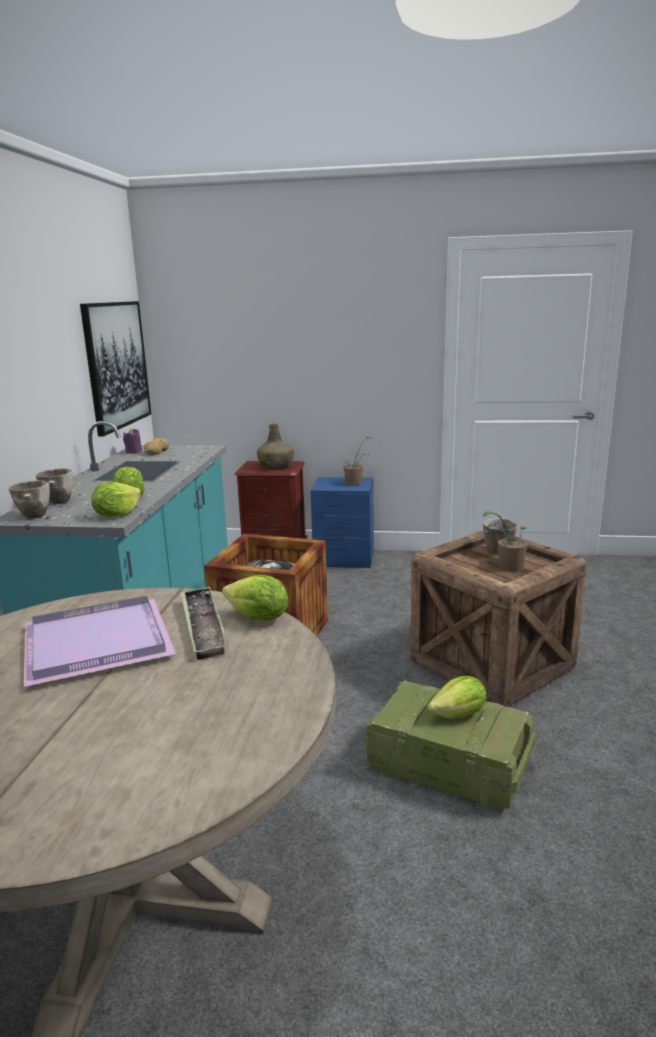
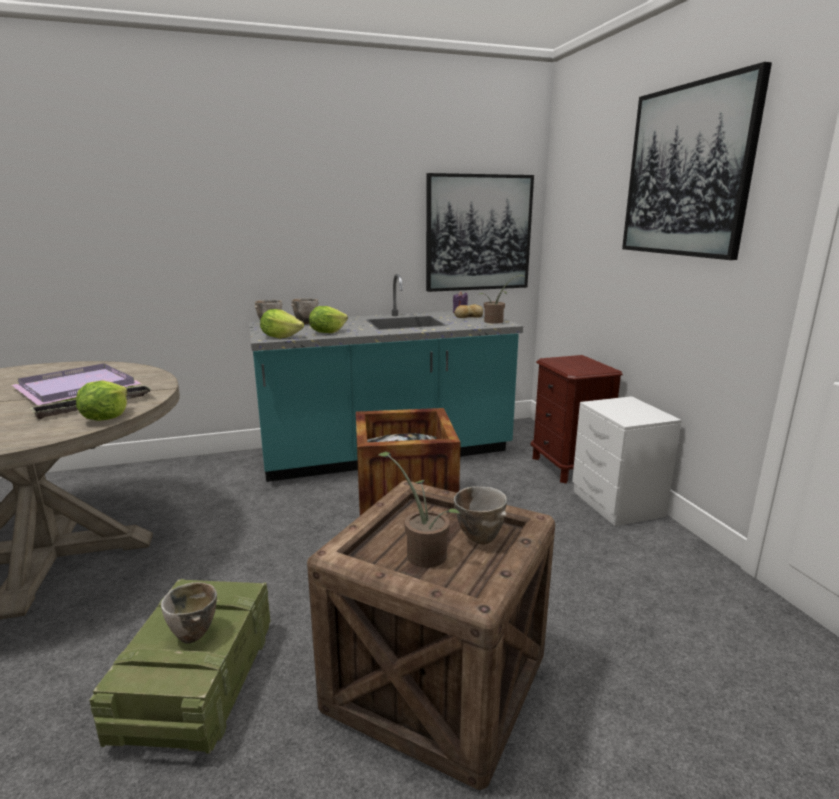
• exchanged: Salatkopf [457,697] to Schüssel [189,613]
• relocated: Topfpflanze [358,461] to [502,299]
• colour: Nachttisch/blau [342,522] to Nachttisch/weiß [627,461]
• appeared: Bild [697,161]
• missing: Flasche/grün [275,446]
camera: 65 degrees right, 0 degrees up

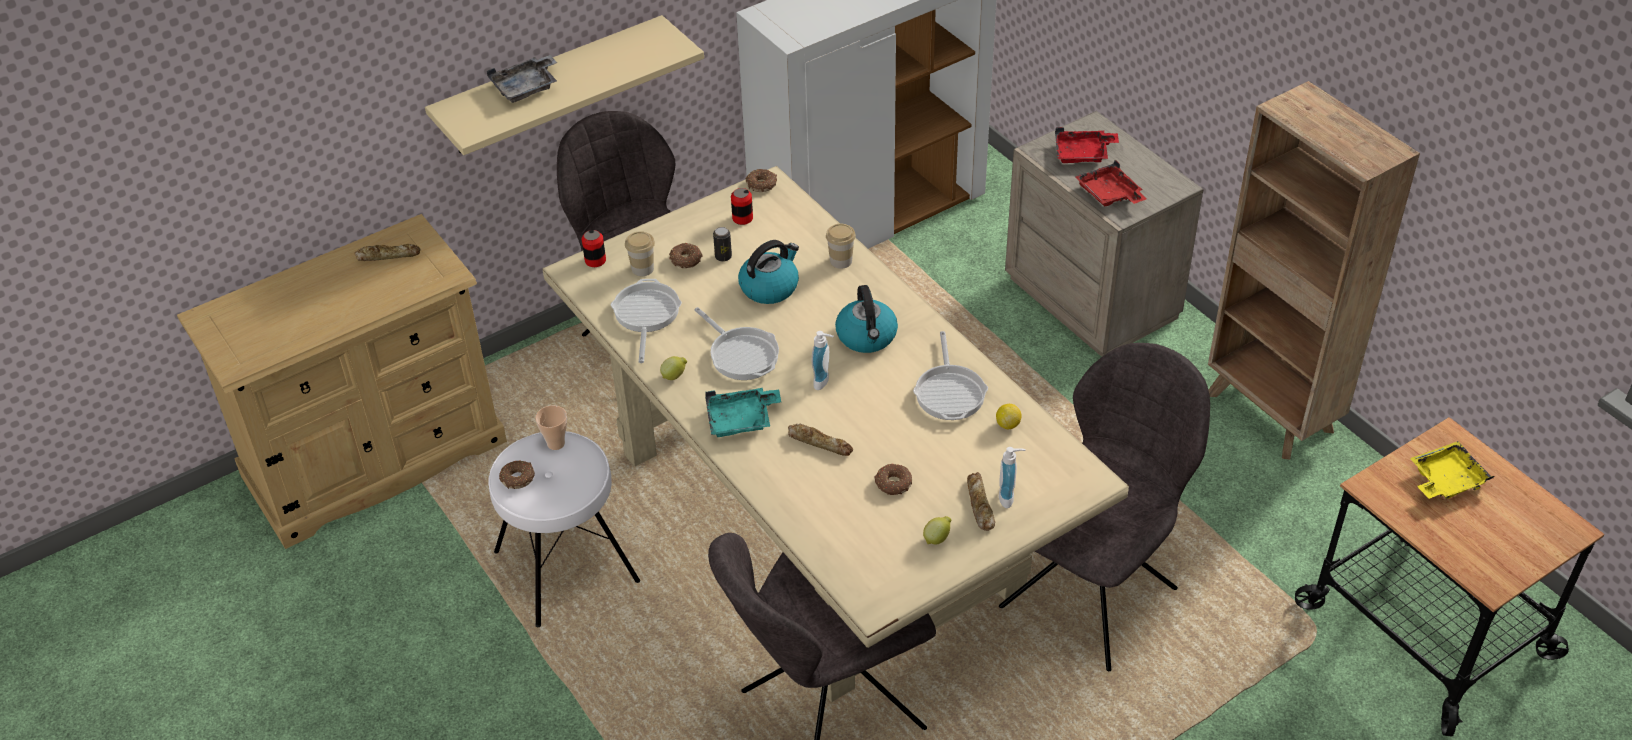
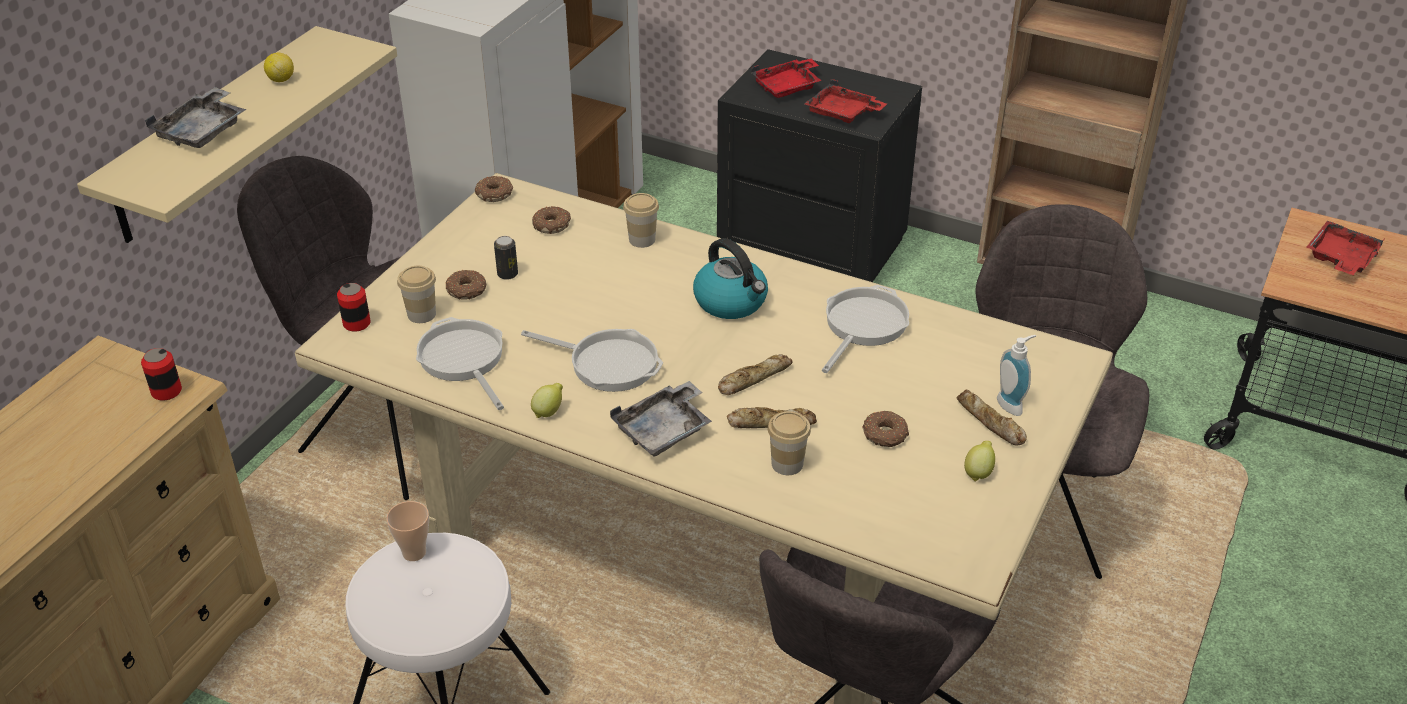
• relocated: Dose [742,206] to [161,374]
• relocated: Zitrone [1008,416] to [279,67]
• relocated: Donut [517,474] to [551,220]
• colour: Tablett/türkis [743,412] to Tablett/grau [661,419]
• colour: Nachttisch/beige [1104,234] to Nachttisch/schwarz [819,165]
• relocated: Brot [387,252] to [755,374]
• appeared: Tasse [789,443]
• spun: Pfanne [950,375] = [865,329] 120 degrees counterclockwise
• colour: Tablett/gelb [1452,470] to Tablett/rot [1346,248]
• missing: Wasserkessel [768,272]
• missing: Seifenspender [823,360]
camera: 30 degrees left, 5 degrees down

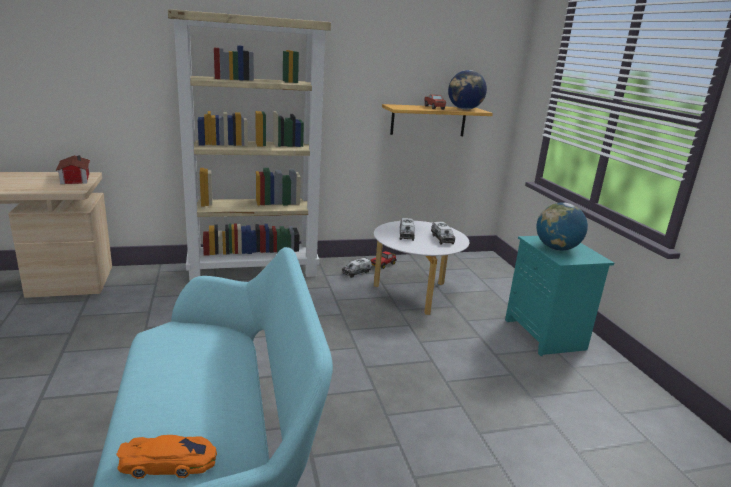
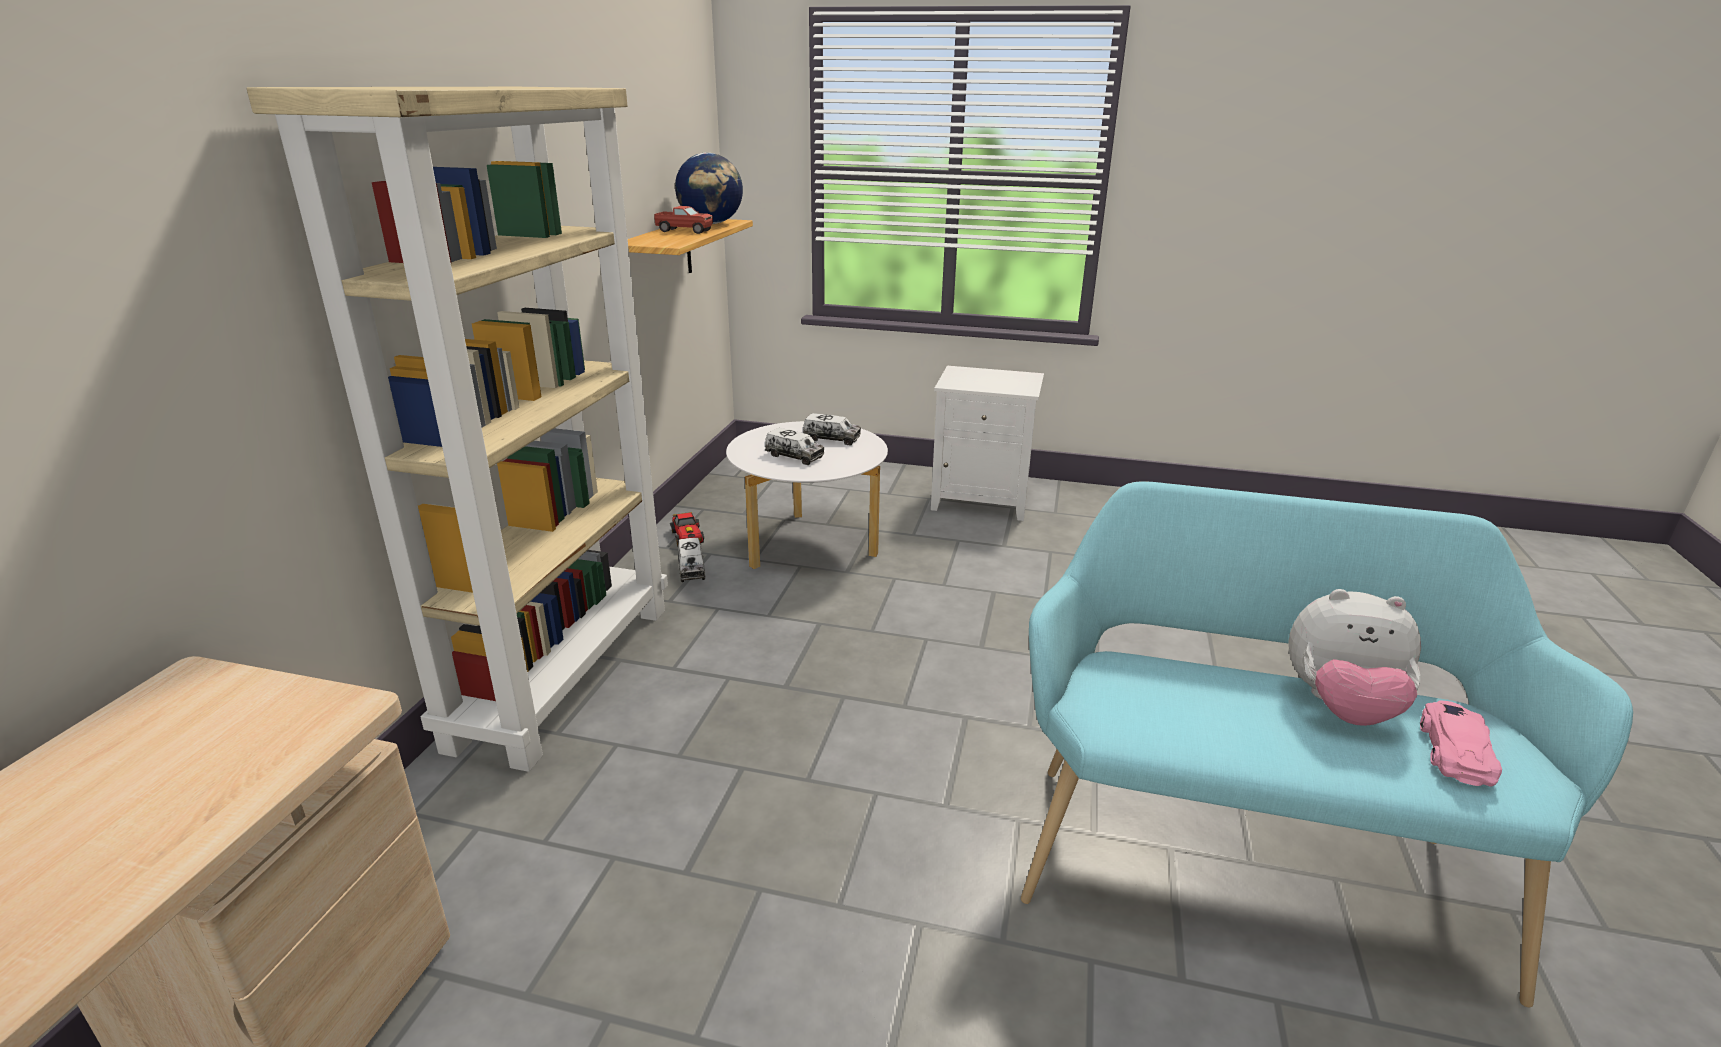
• colour: Nachttisch/türkis [559,296] to Nachttisch/weiß [987,443]
• appeared: Plüschtier [1355,657]
• colour: Spielzeugauto/orange [167,457] to Spielzeugauto/rosa [1461,743]
• missing: Spielzeughaus [73,169]
• missing: Globus [562,227]
camera: 60 degrees left, 5 degrees up

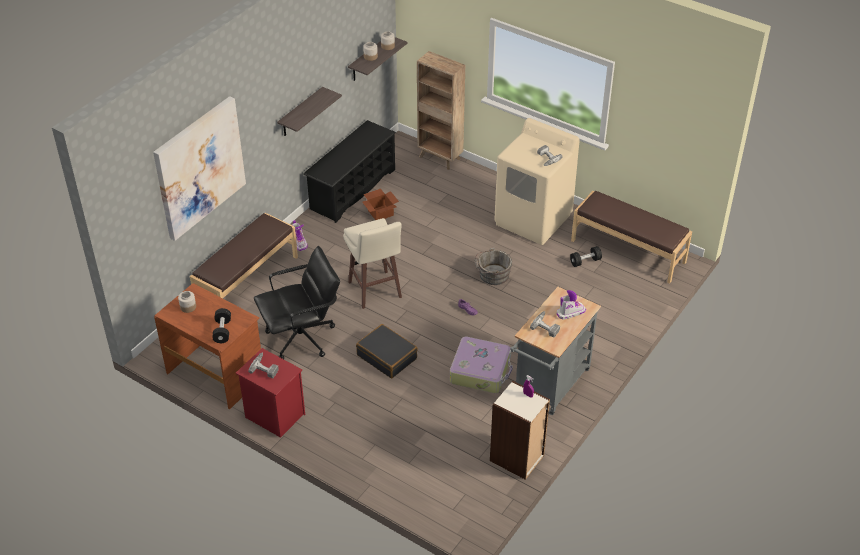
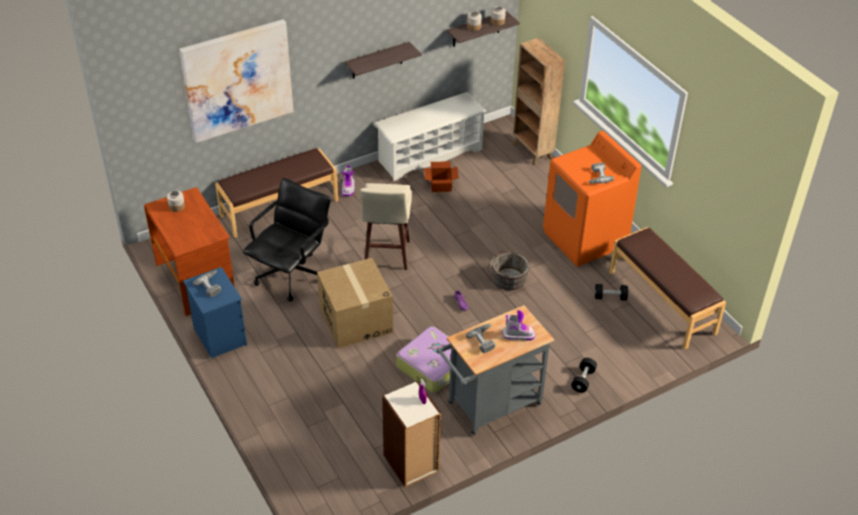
• colour: Nachttisch/rot [270,393] to Nachttisch/blau [215,312]
• spun: Bürostuhl/schwarz [297,302] = [287,240] 60 degrees counterclockwise
• exchanged: Koffer/schwarz [387,351] to Karton [355,303]
• colour: Schuhregal/schwarz [349,171] to Schuhregal/weiß [430,136]
• colour: Waschmaschine/beige [537,181] to Waschmaschine/orange [592,199]
• relocated: Hantel/schwarz [221,325] to [584,375]
camera: 25 degrees right, 0 degrees up

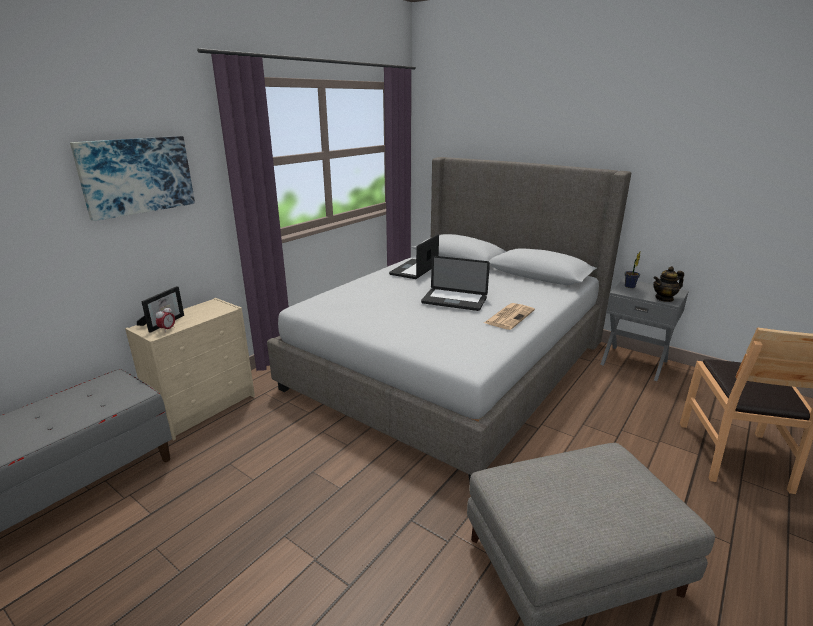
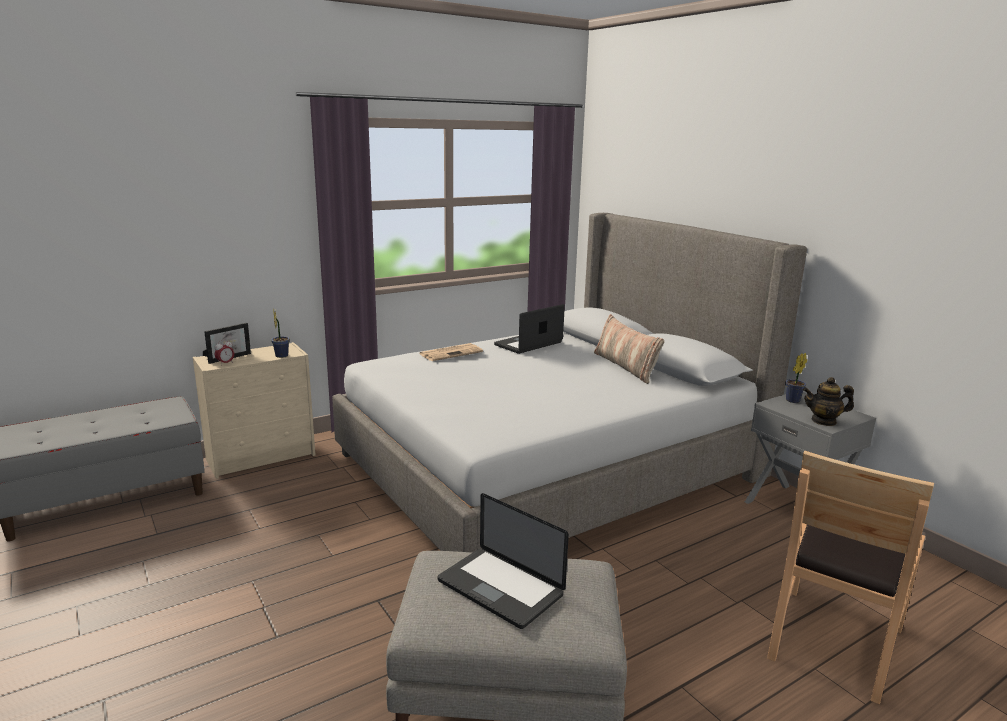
• appeared: Topfpflanze [280,334]
• relocated: Zeitung [509,316] to [451,352]
• relocated: Laptop [455,283] to [503,561]
• appeared: Kissen [629,349]
• missing: Bild [132,178]
camera: 20 degrees right, 5 degrees down

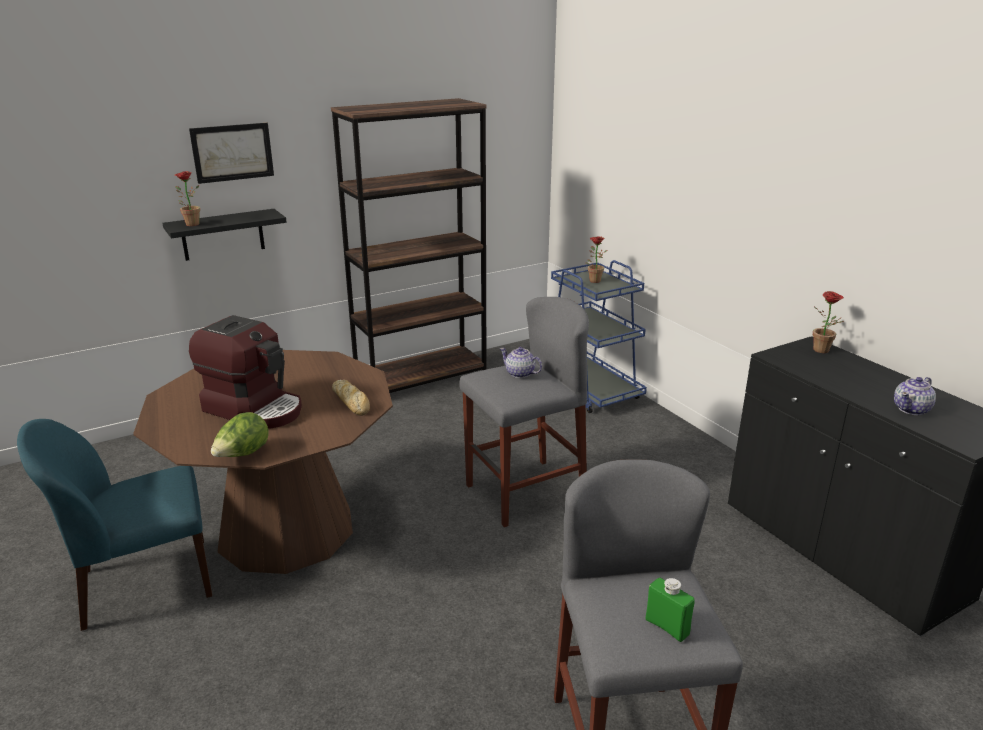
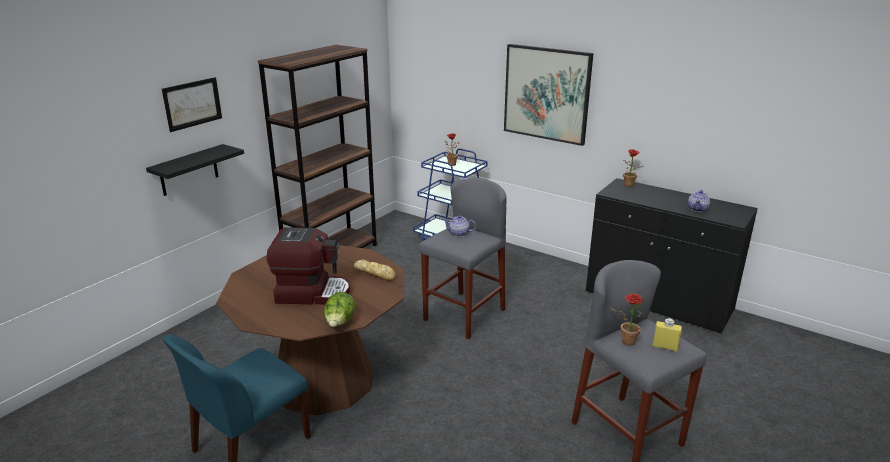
• appeared: Bild [548,95]
• relocated: Topfpflanze [187,198] to [627,320]
• colour: Flasche/grün [670,610] to Flasche/gelb [667,335]
camera: 25 degrees left, 0 degrees up

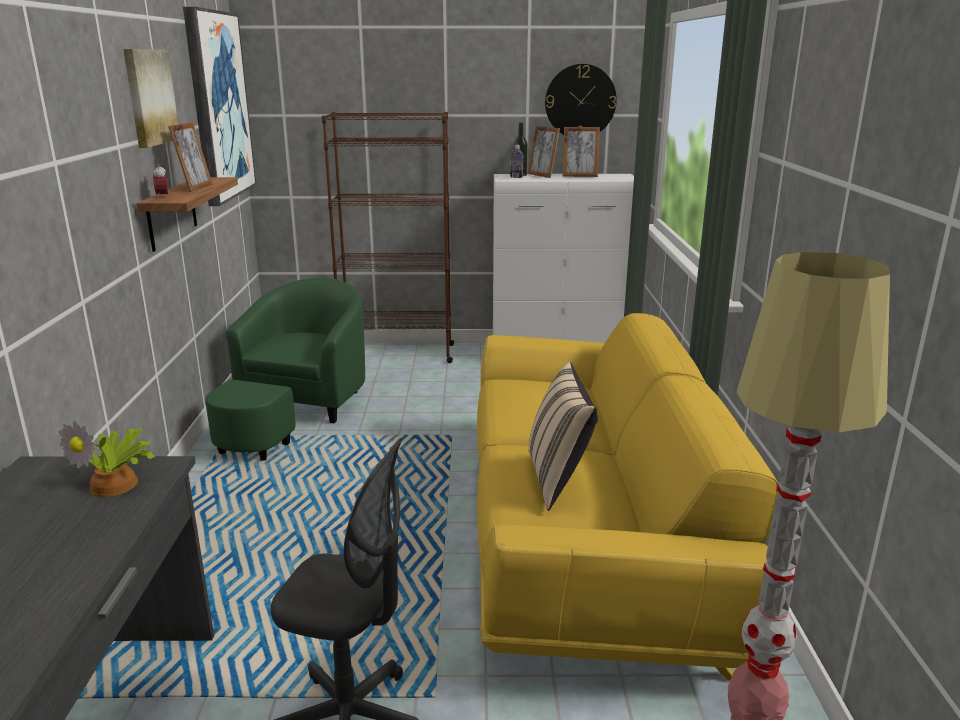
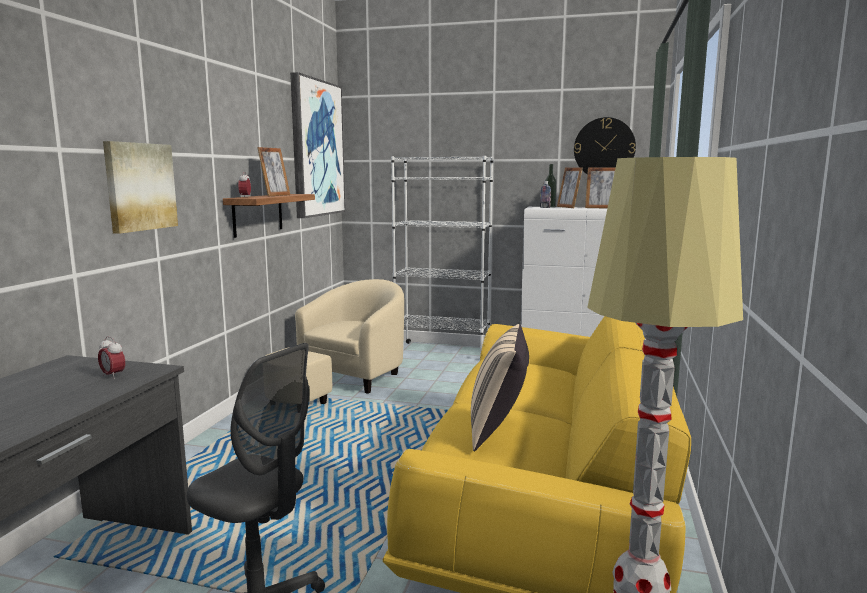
• exchanged: Topfpflanze [106,459] to Wecker [111,357]
• relocated: Bild [150,98] to [140,187]
• colour: Sessel/grün [285,369] to Sessel/beige [334,341]
• colour: Bücherregal/braun [388,237] to Bücherregal/weiß [442,255]
camera: 15 degrees right, 10 degrees down

